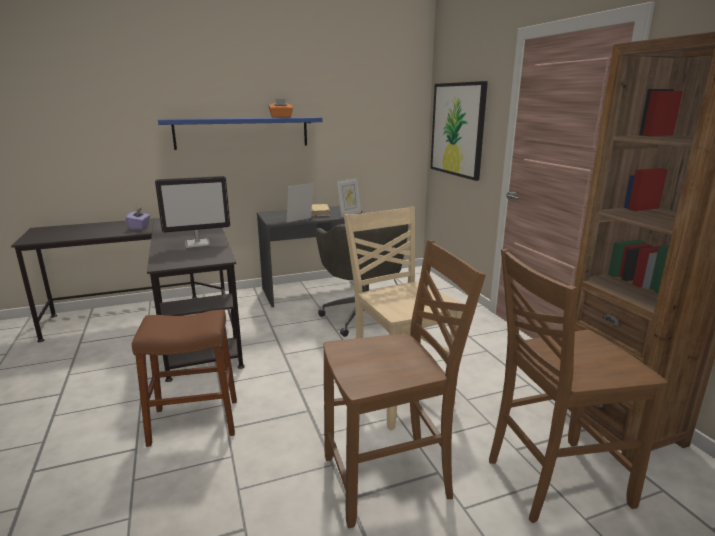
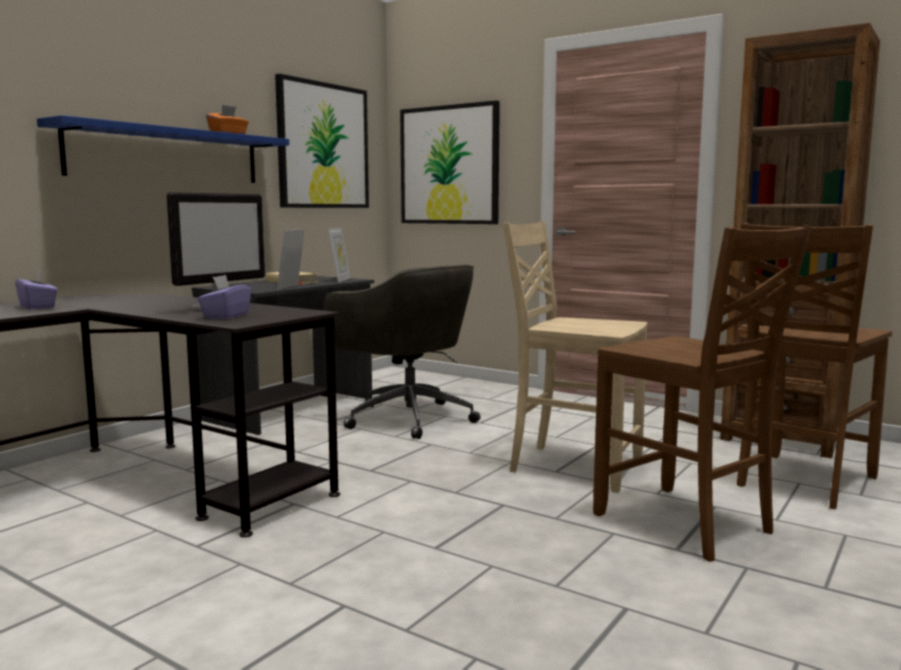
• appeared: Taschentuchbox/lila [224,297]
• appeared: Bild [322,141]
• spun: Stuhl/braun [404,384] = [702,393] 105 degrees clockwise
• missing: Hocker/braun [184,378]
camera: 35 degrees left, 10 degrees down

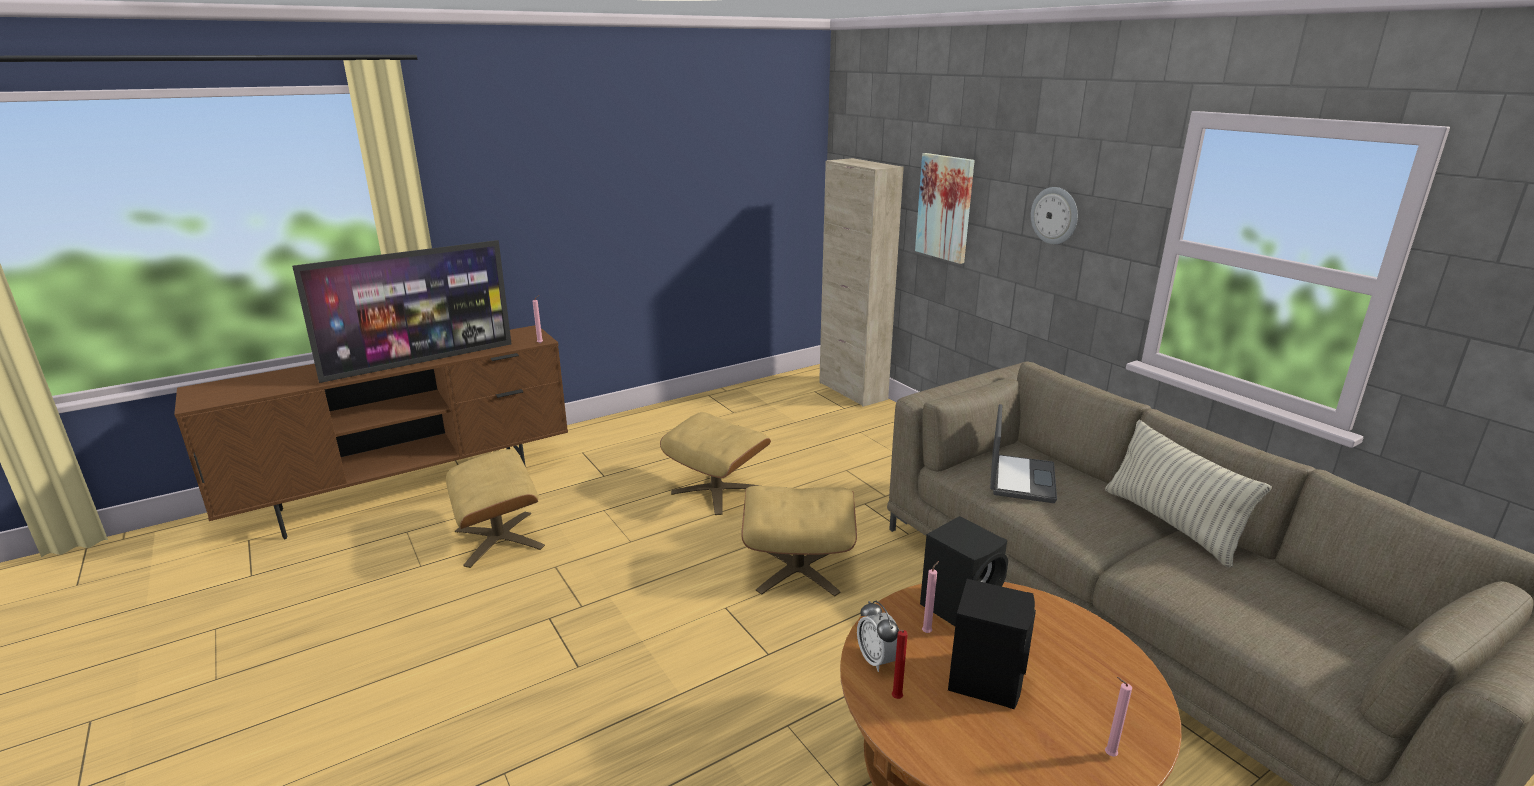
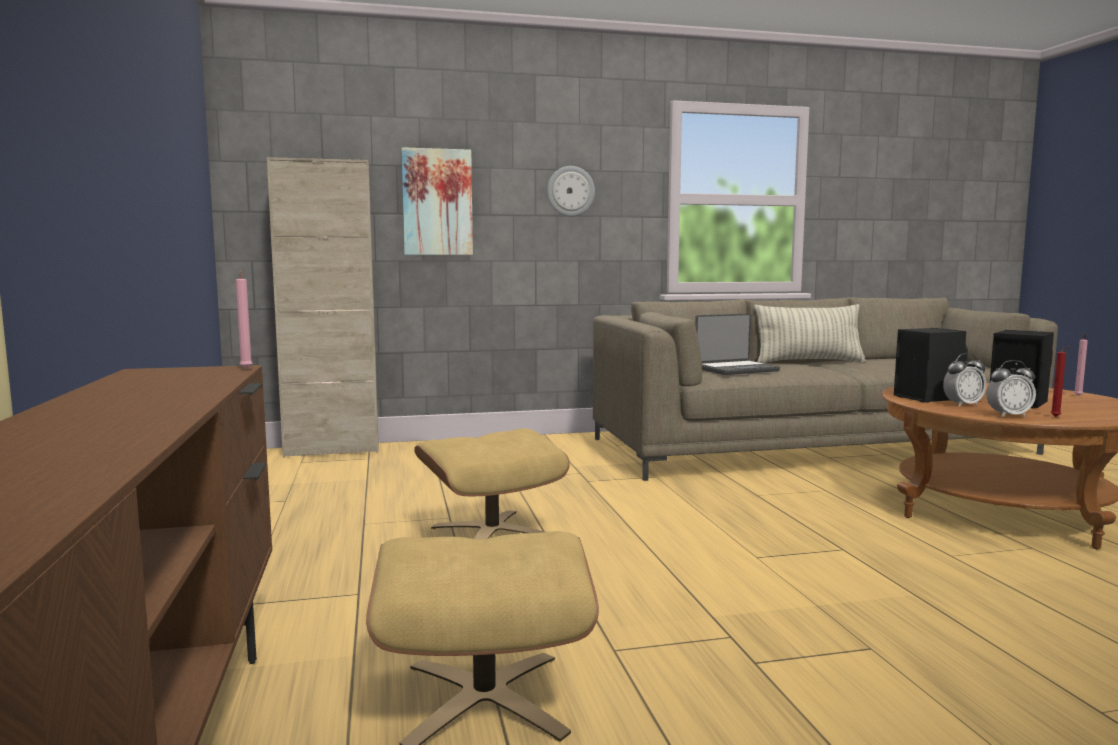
• spun: Laptop [1023,453] = [737,344] 120 degrees clockwise
• exchanged: Kerze/rosa [930,597] to Wecker [964,380]
• missing: Fernseher [401,311]
• missing: Polsterhocker/beige [799,541]
camera: 70 degrees left, 15 degrees down

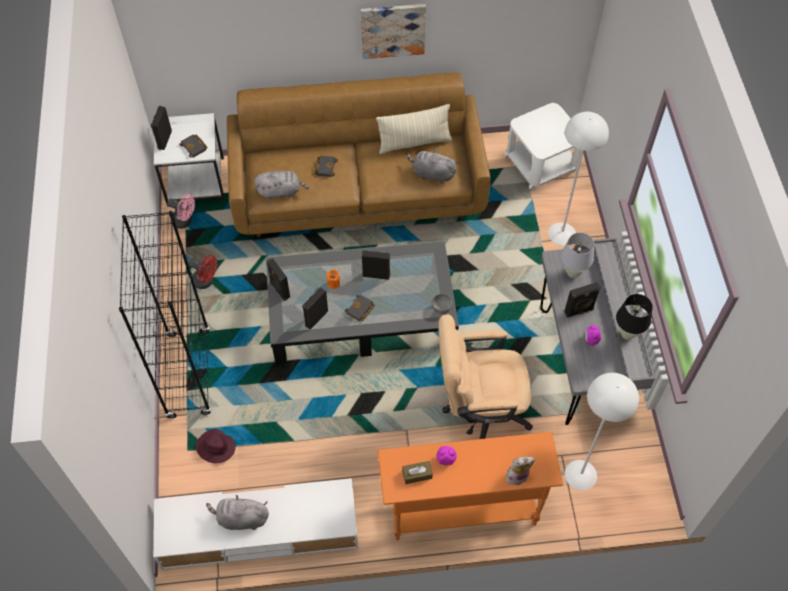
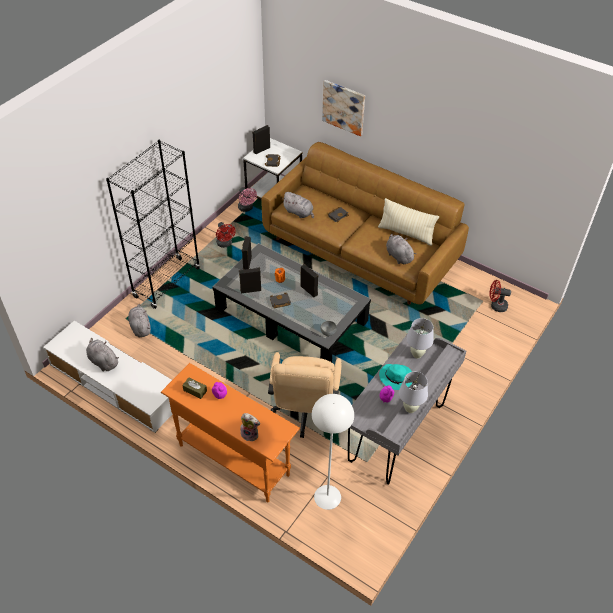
• exchanged: Hut/lila [216,446] to Plüschtier/grau [139,320]
• spun: Bürostuhl/beige [486,376] = [305,395] 120 degrees counterclockwise
• relocated: Bild [393,31] to [343,108]
• exchanged: Lautsprecher/schwarz [582,300] to Hut/türkis [396,377]
• colour: Tischlampe/schwarz [634,317] to Tischlampe/weiß [413,392]
• exchanged: Beistelltisch/weiß [542,147] to Ventilator/rot [500,296]
• missing: Stehlampe/weiß [578,179]
camera: 40 degrees right, 10 degrees down

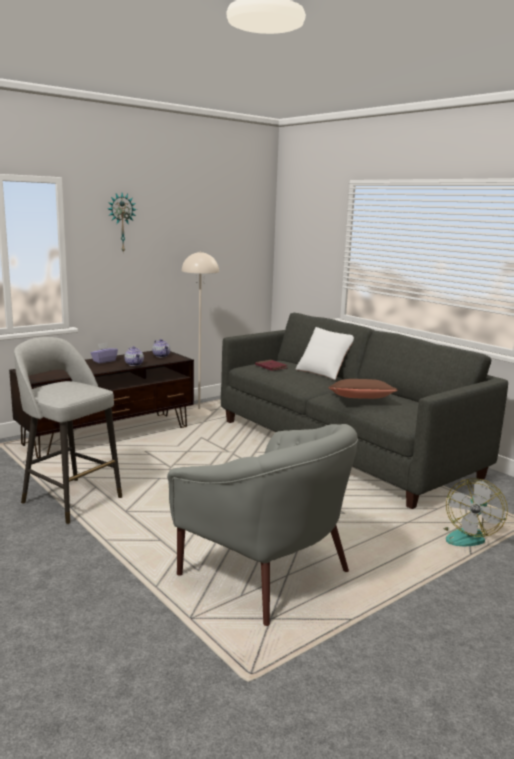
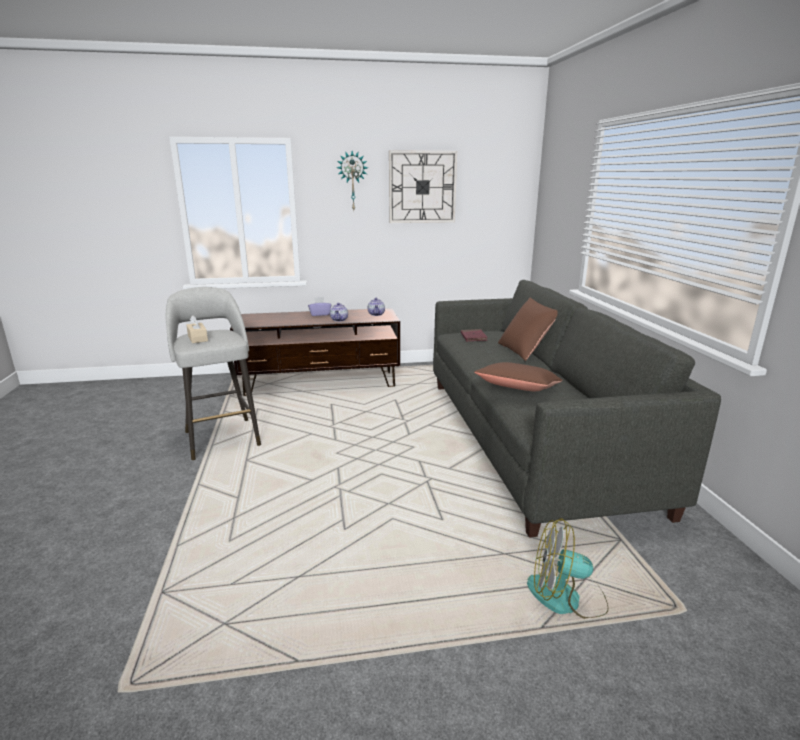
• appeared: Taschentuchbox/beige [197,329]
• appeared: Wanduhr [423,186]
• colour: Kissen/weiß [325,353] to Kissen/braun [528,329]
• spun: Ventilator [475,512] = [567,568] 45 degrees clockwise
• missing: Sessel/grau [262,525]
• missing: Stehlampe/beige [200,333]
camera: 30 degrees right, 5 degrees up

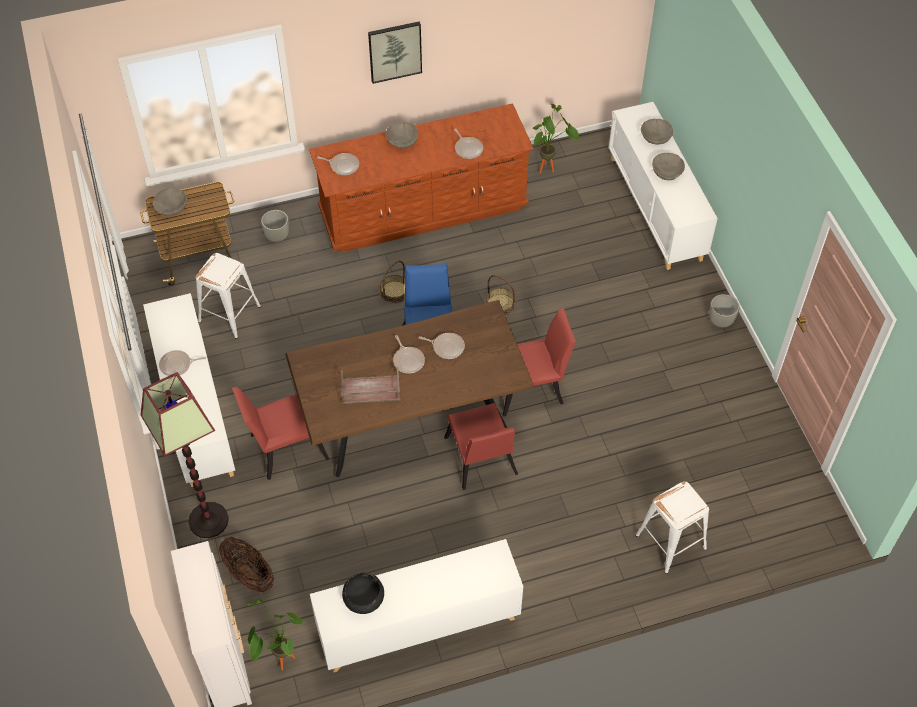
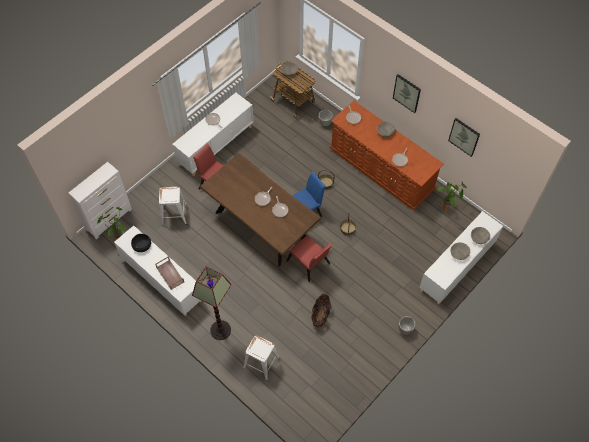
• relocated: Tablett/braun [370,385] to [169,273]
• relocated: Hocker/weiß [228,296] to [173,206]
• relocated: Stehlampe [184,455] to [212,303]
• relocated: Korb [246,565] to [321,311]
• appeared: Bild [464,137]
• missing: Stuhl/rot [481,446]
camera: 60 degrees right, 5 degrees up

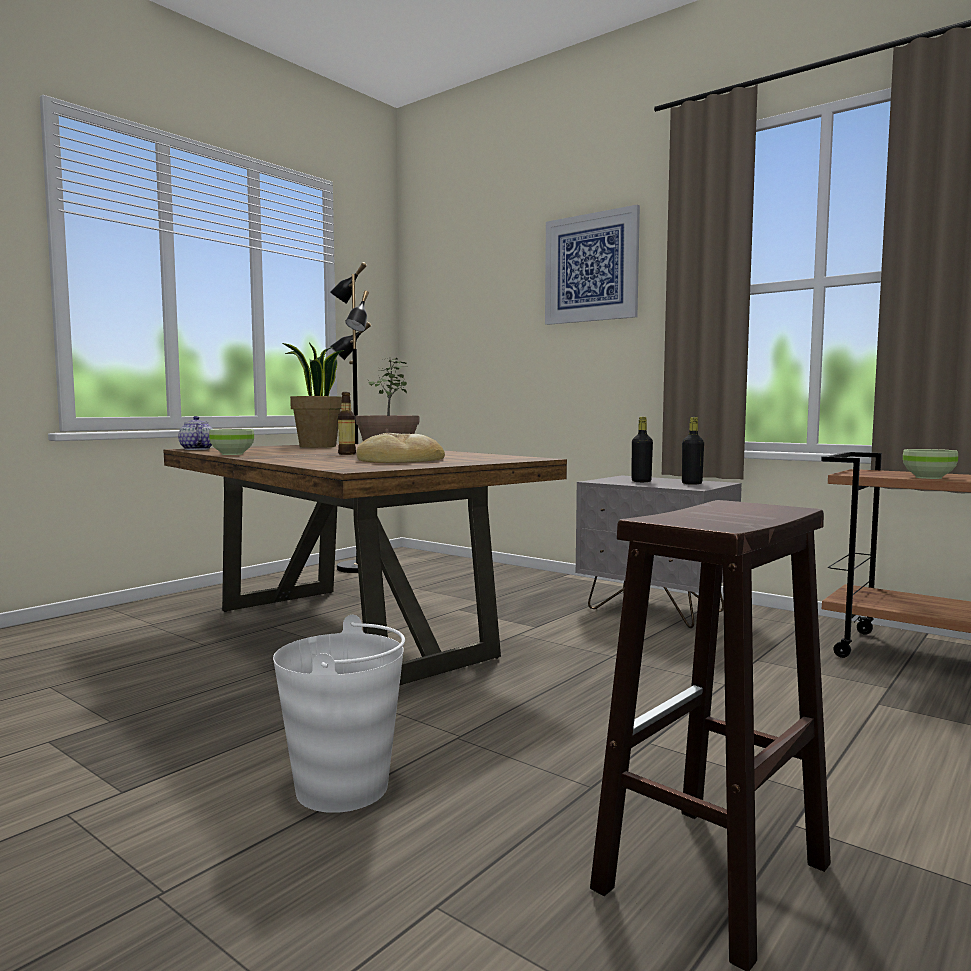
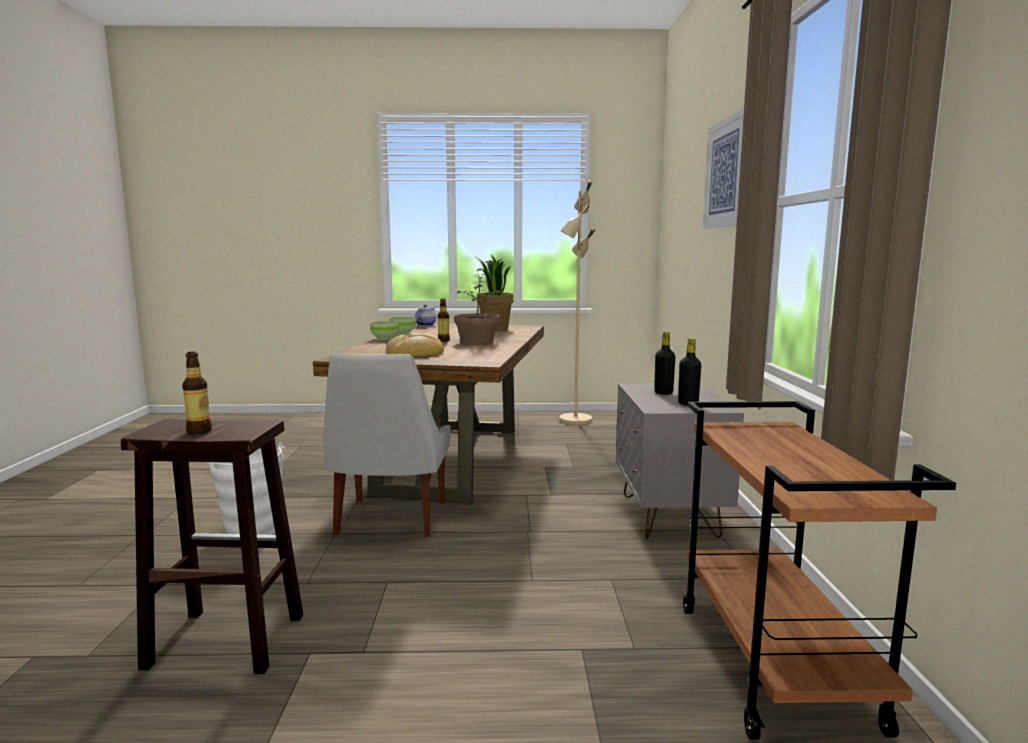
• appeared: Flasche [197,393]
• appeared: Stuhl/weiß [387,445]
• relocated: Schüssel/grün [930,464] to [384,330]
• colour: Stehlampe/schwarz [350,417] to Stehlampe/beige [577,302]
camera: 50 degrees right, 5 degrees up

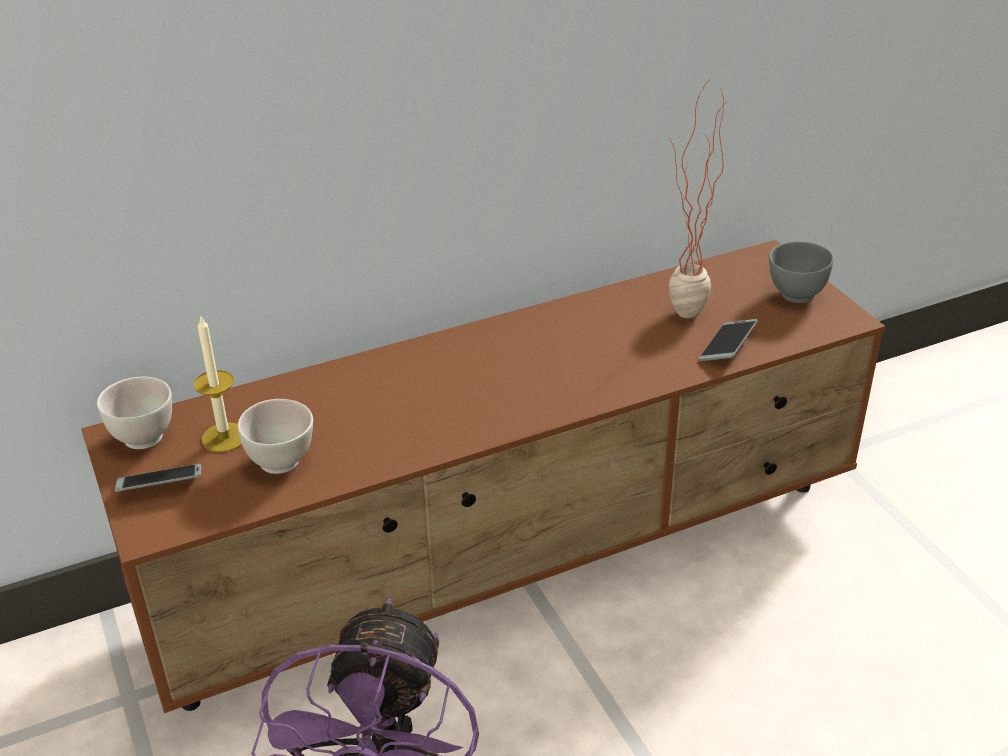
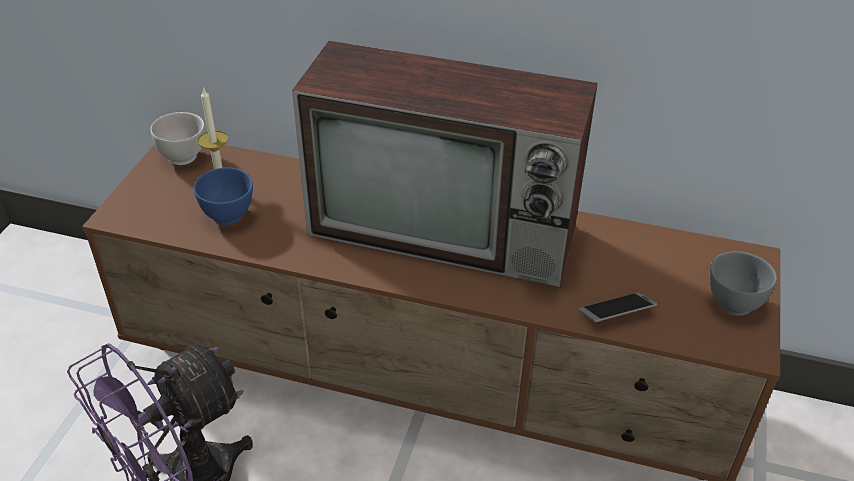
• colour: Schüssel/weiß [275,436] to Schüssel/blau [223,196]
• appeared: Fernseher [445,164]
• missing: Handy [157,478]
• missing: Topfpflanze [697,199]
camera: 40 degrees right, 5 degrees up

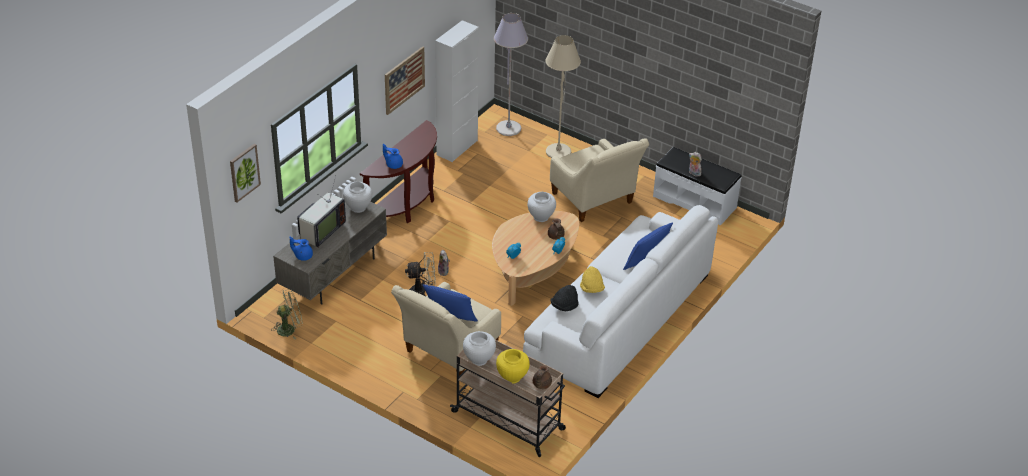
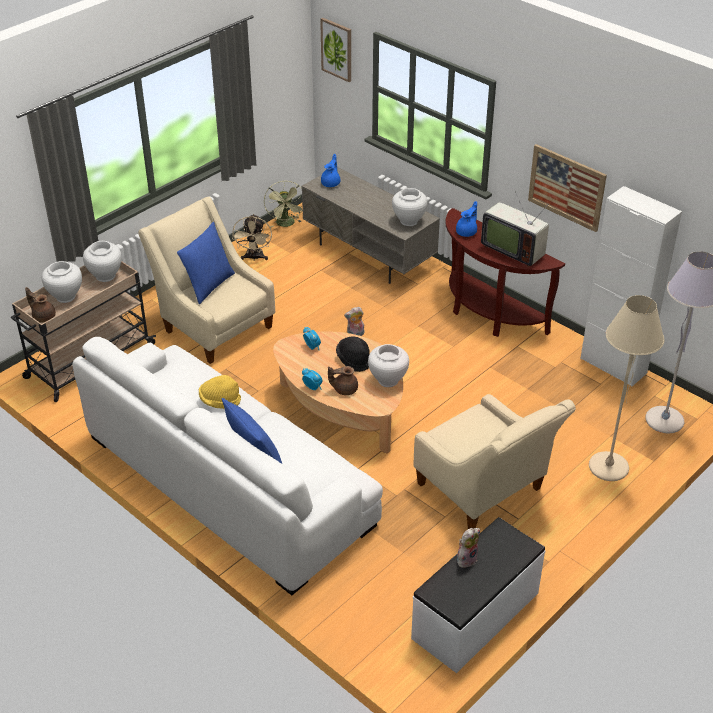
• colour: Vase/gelb [513,366] to Vase/weiß [61,282]
• relocated: Ventilator/beige [420,274] to [252,237]
• relocated: Hut/schwarz [565,298] to [353,354]
• spun: Sessel/beige [599,180] = [494,461] 105 degrees counterclockwise
• relocated: Fernseher [321,212] to [515,229]
camera: 100 degrees right, 0 degrees up

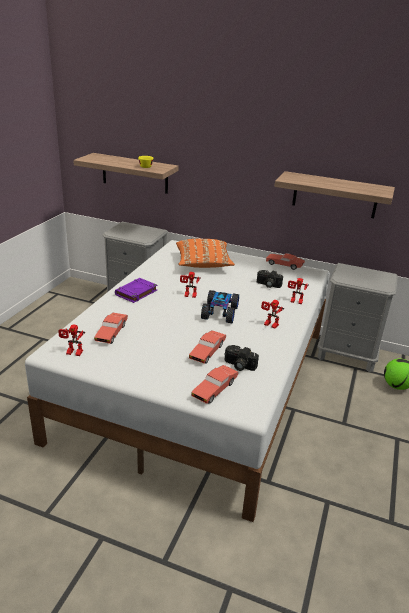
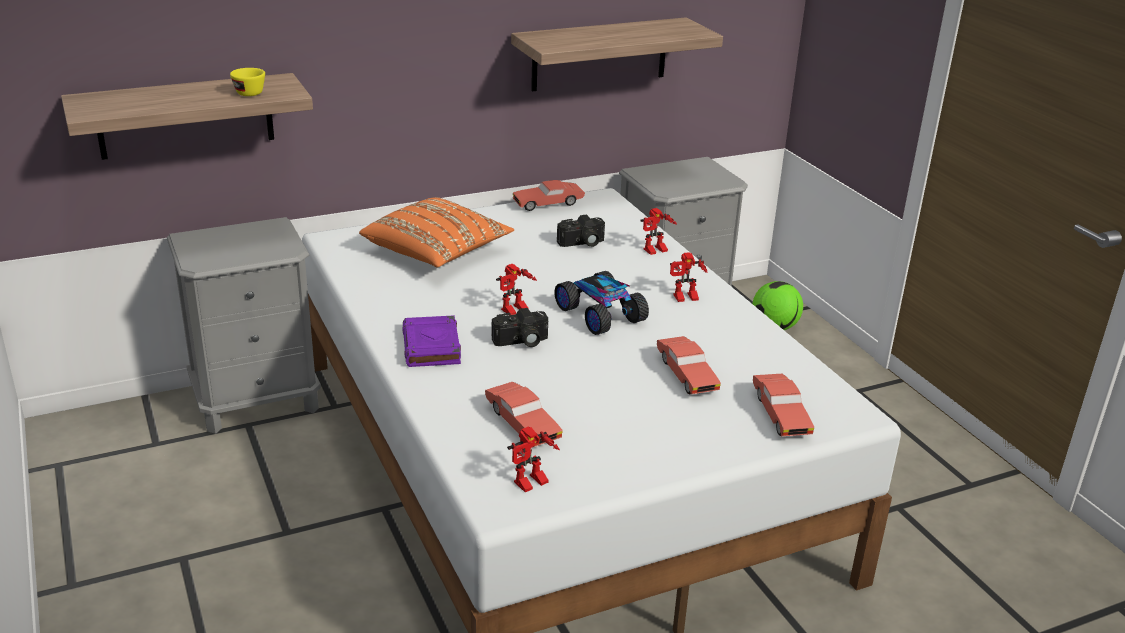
• relocated: Kamera [241,358] to [519,327]
camera: 45 degrees left, 0 degrees up

